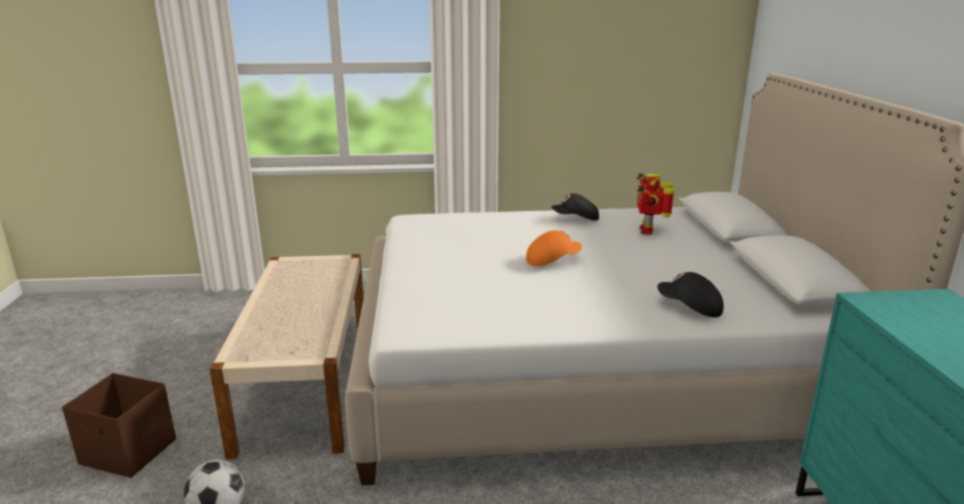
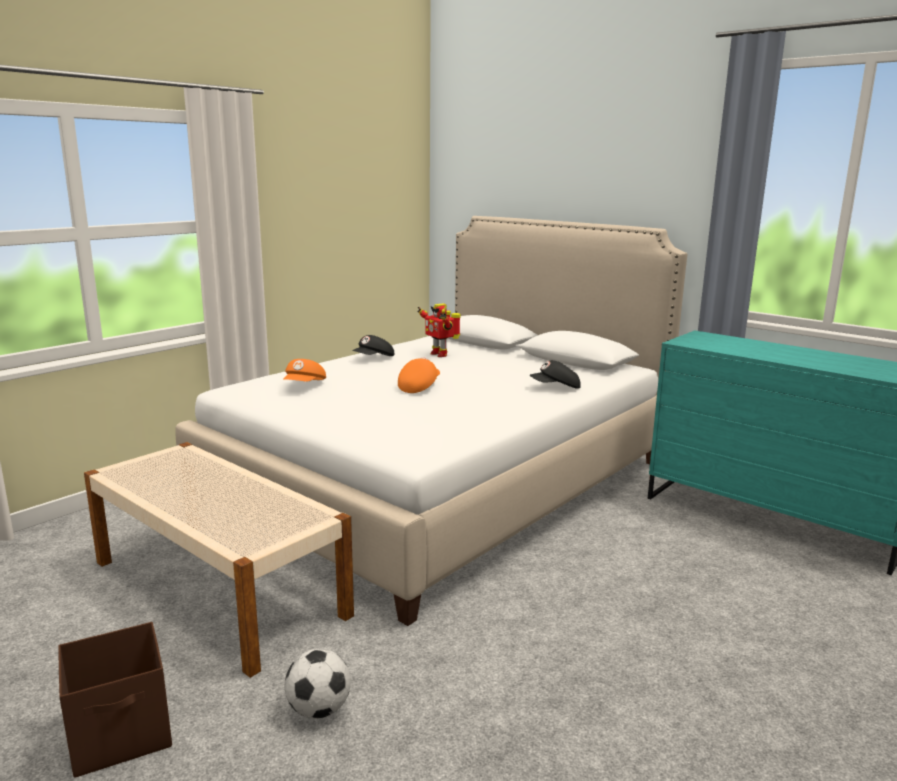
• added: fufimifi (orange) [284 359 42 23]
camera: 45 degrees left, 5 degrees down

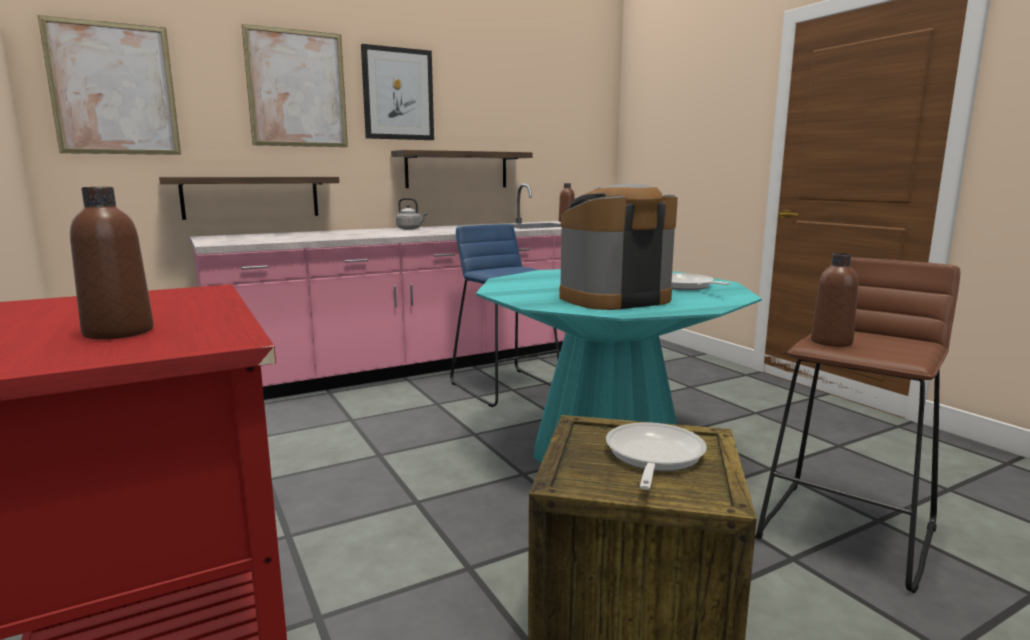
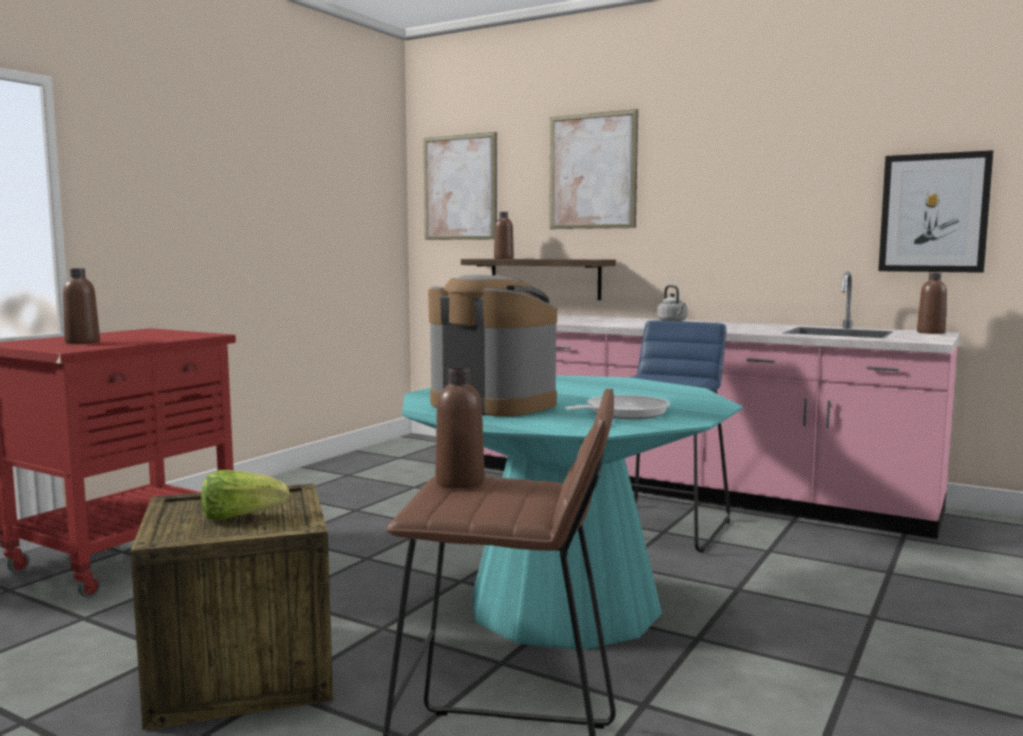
• moved: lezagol [361 44 73 96] to [878 150 115 123]
• removed: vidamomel [391 150 141 38]
• replaced: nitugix [606 422 101 68] to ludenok [201 470 88 50]
• added: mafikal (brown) [494 212 20 47]
camera: 60 degrees right, 5 degrees down

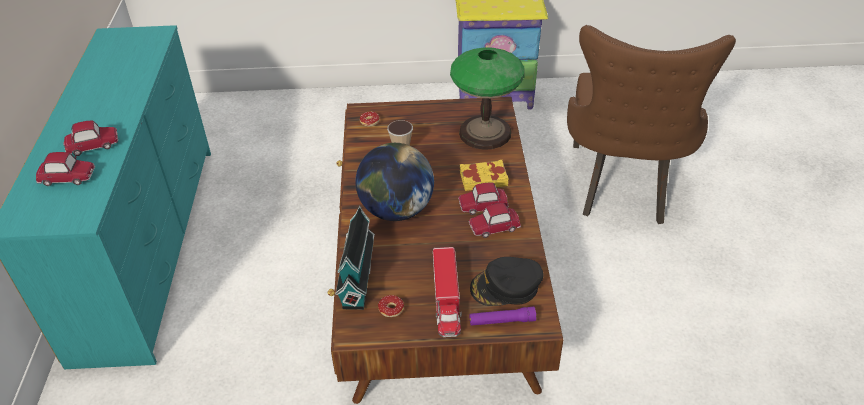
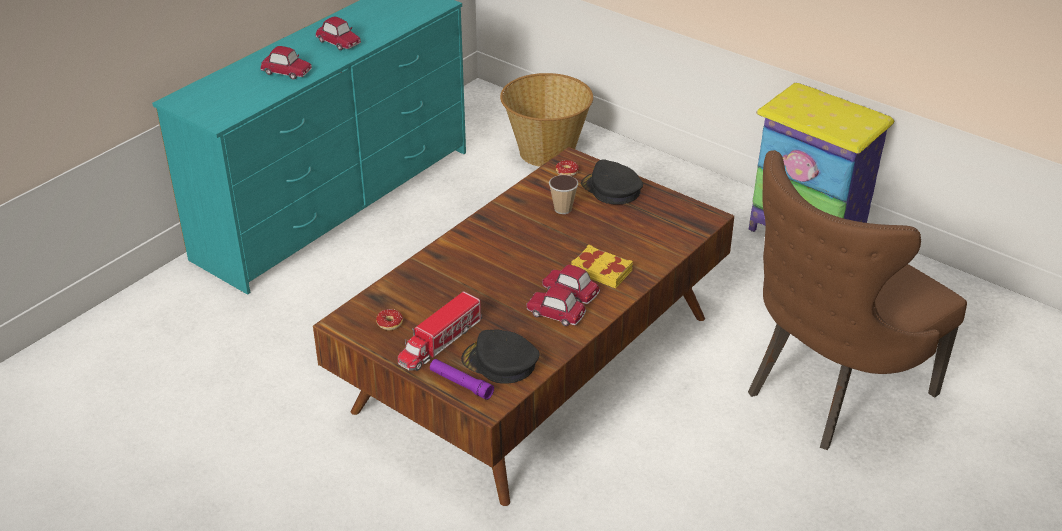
• removed: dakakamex [450 47 75 103]
• removed: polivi [355 143 79 78]
• moved: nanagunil [36 152 59 34] to [316 17 45 33]
• removed: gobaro [335 206 40 104]
• added: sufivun [500 73 93 94]
• added: fufimifi (black) [581 159 62 46]
camera: 40 degrees right, 5 degrees down

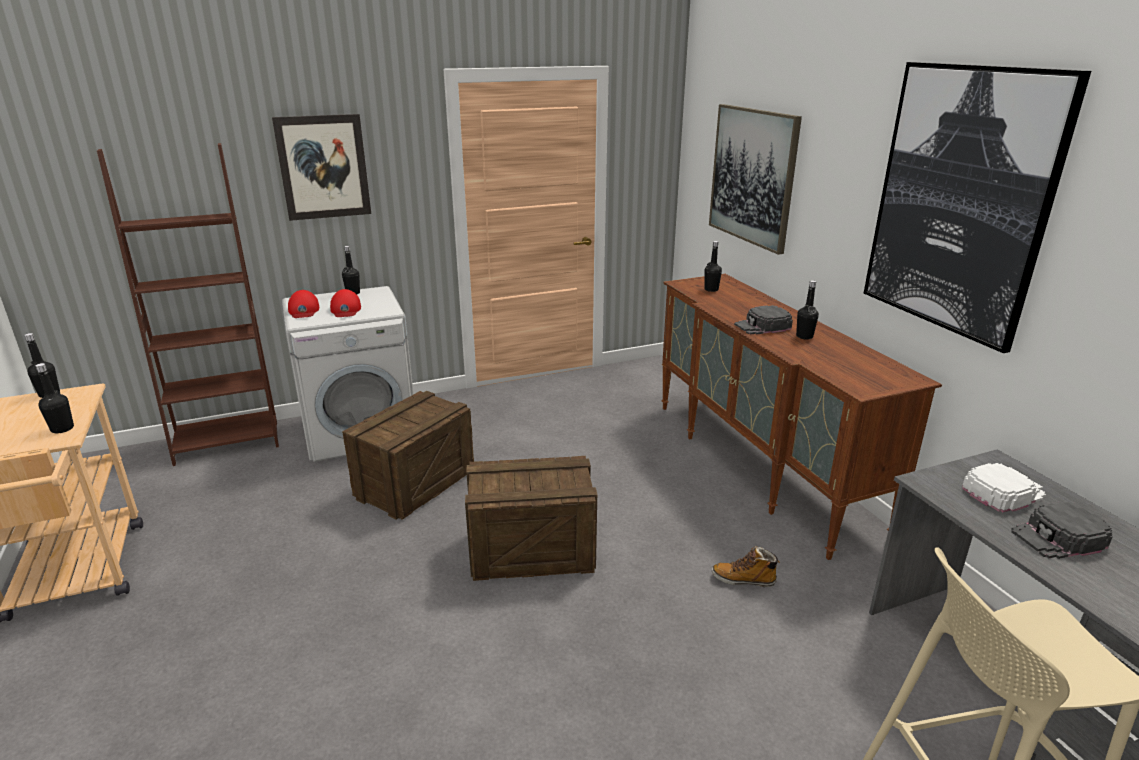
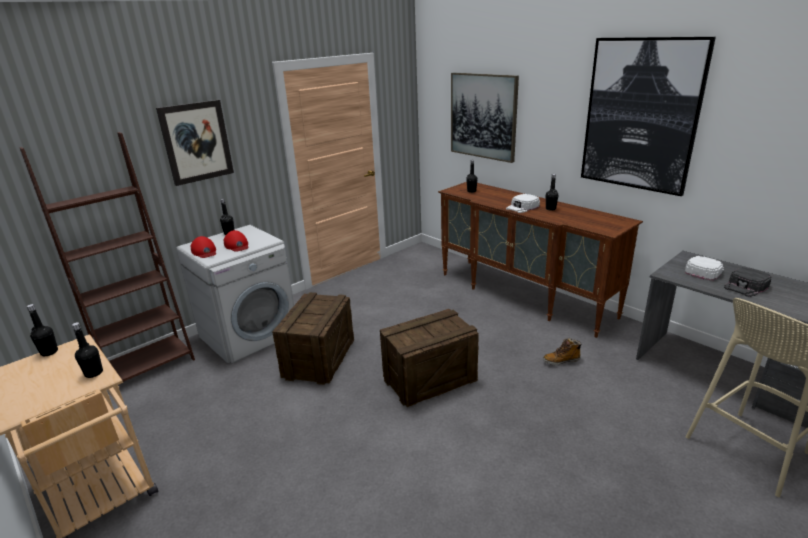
• recoloured: fufimifi (black) [734 305 59 29] to fufimifi (white) [506 194 34 19]
camera: 20 degrees left, 0 degrees up

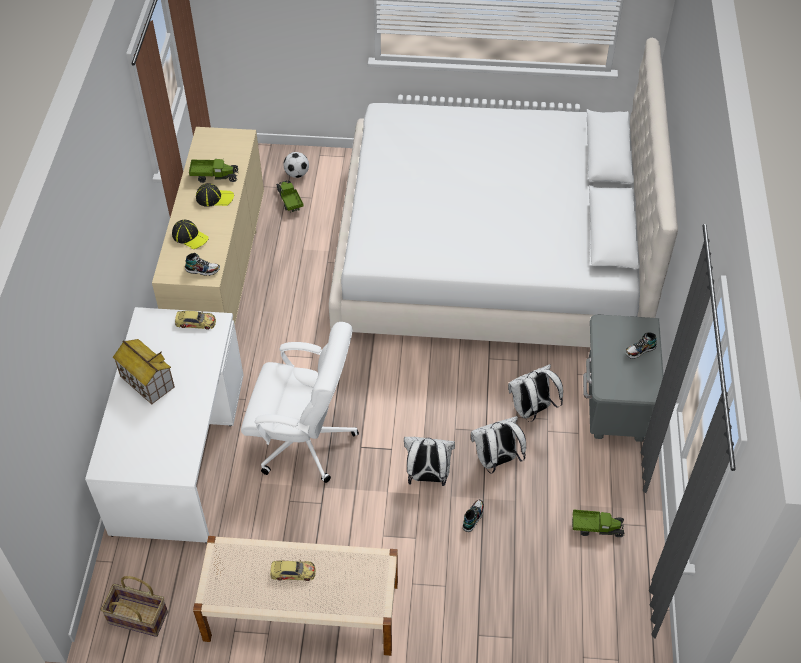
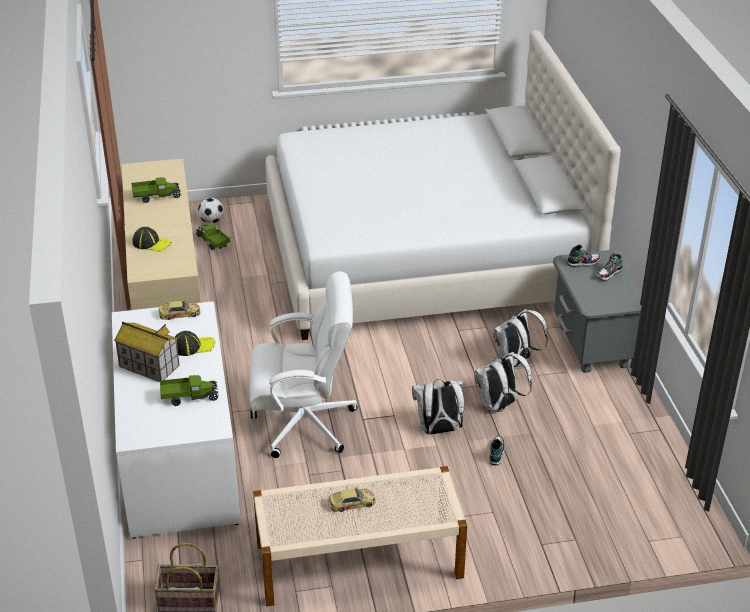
• moved: fufimifi [196 183 38 24] to [175 331 40 25]
• moved: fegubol [185 253 35 23] to [567 245 34 22]
• moved: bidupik [572 509 52 28] to [160 375 58 31]
camera: 15 degrees left, 15 degrees down

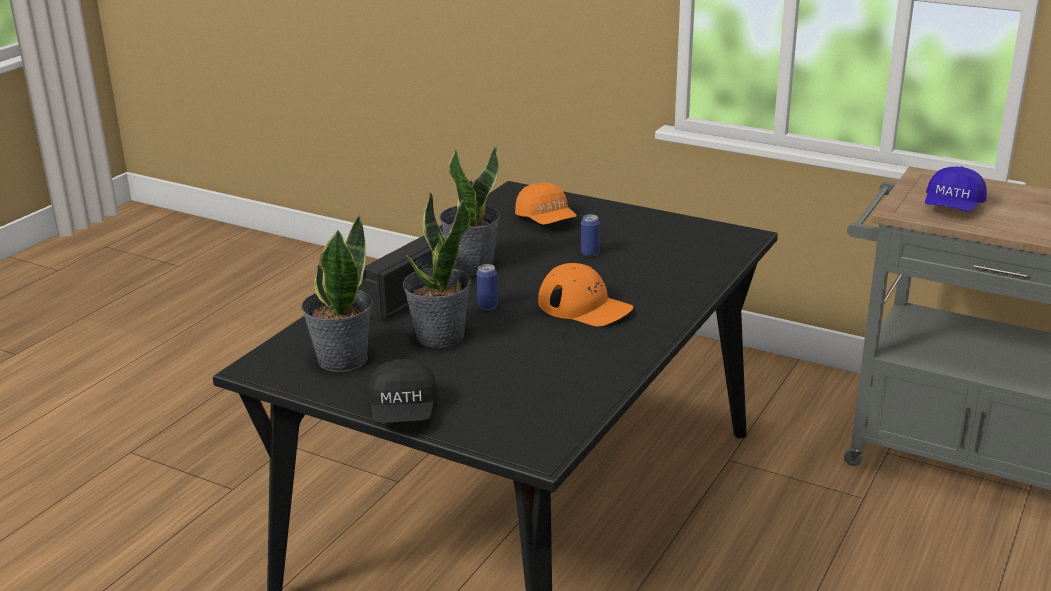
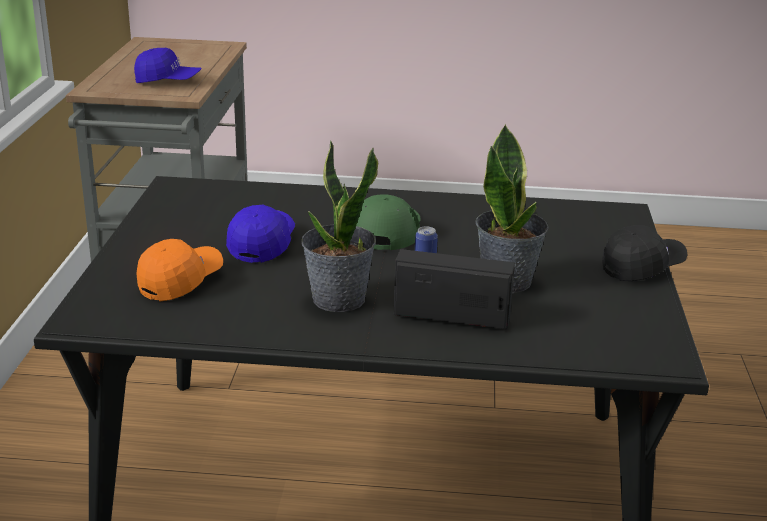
• replaced: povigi [581 214 19 43] to fufimifi (blue) [226 205 69 58]
• removed: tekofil [301 215 72 157]
• recoloured: fufimifi (orange) [538 263 95 64] to fufimifi (green) [356 194 65 56]
camera: 115 degrees left, 0 degrees up

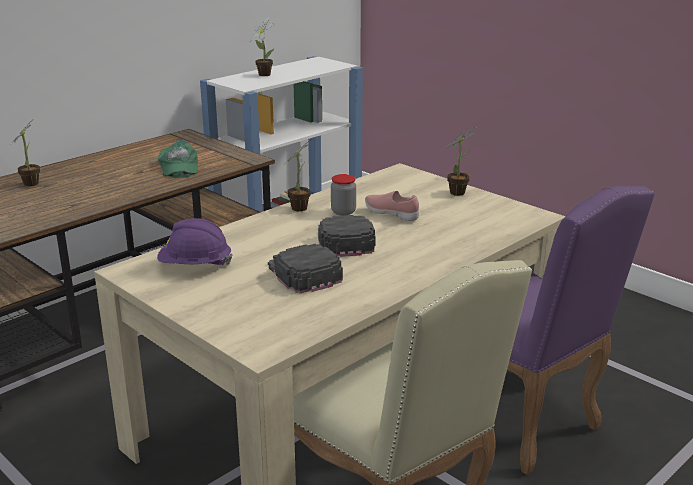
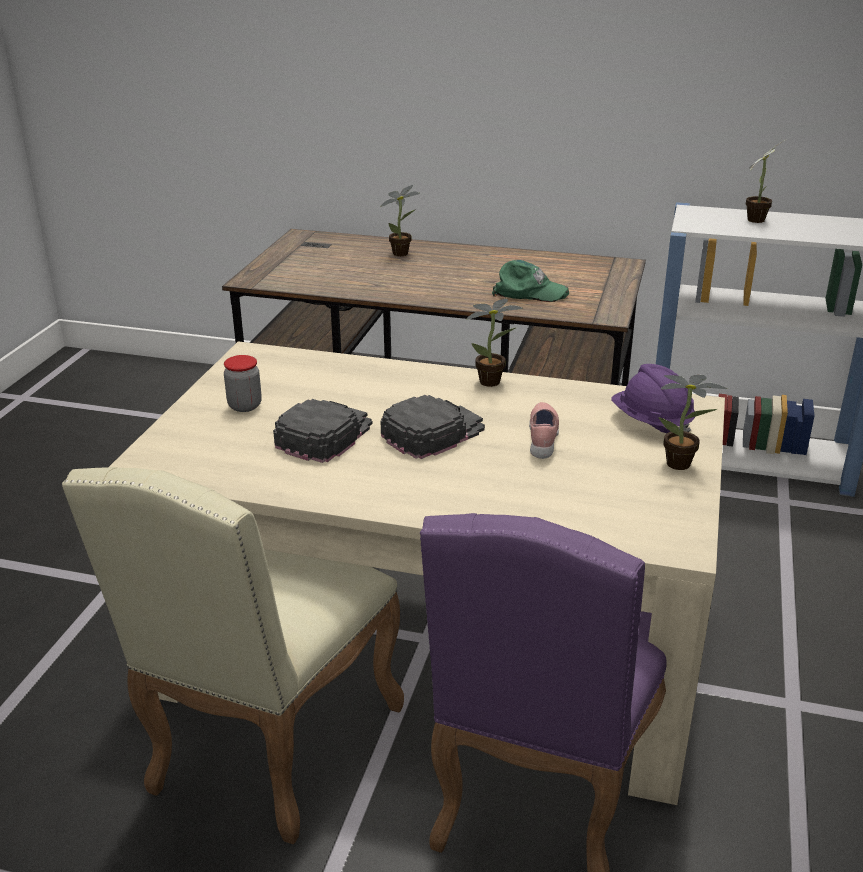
• turned: fufimifi (green) [158 140 40 38] = [492 260 77 42] 120 degrees counterclockwise
• moved: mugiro [331 174 25 42] to [224 355 38 57]
• moved: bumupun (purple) [157 218 76 47] to [611 364 84 70]
camera: 60 degrees right, 5 degrees up

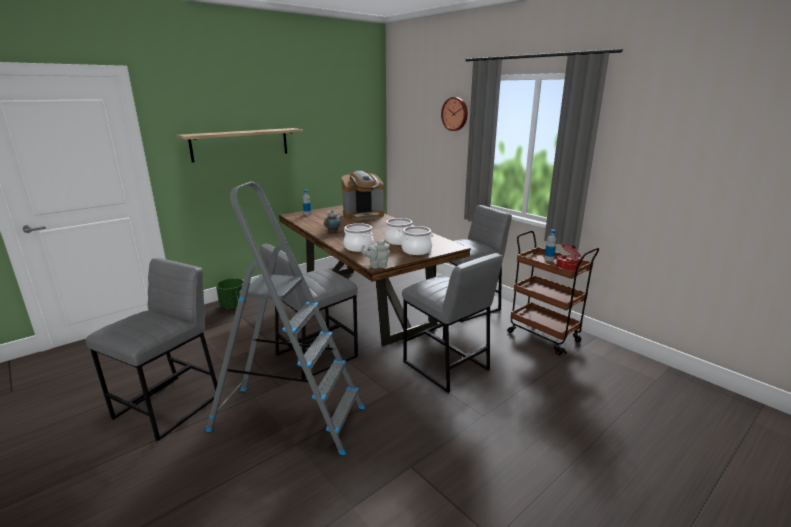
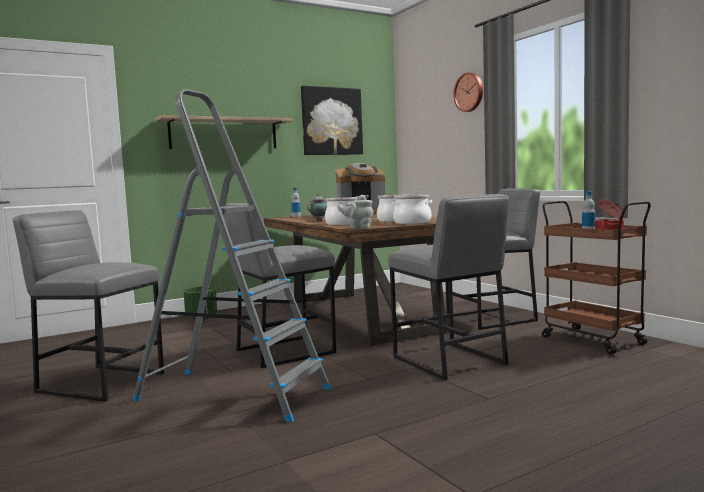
• turned: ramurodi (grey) [85 258 132 183] = [13 210 151 192] 105 degrees counterclockwise
• added: lezagol [301 86 62 69]
camera: 10 degrees right, 15 degrees down

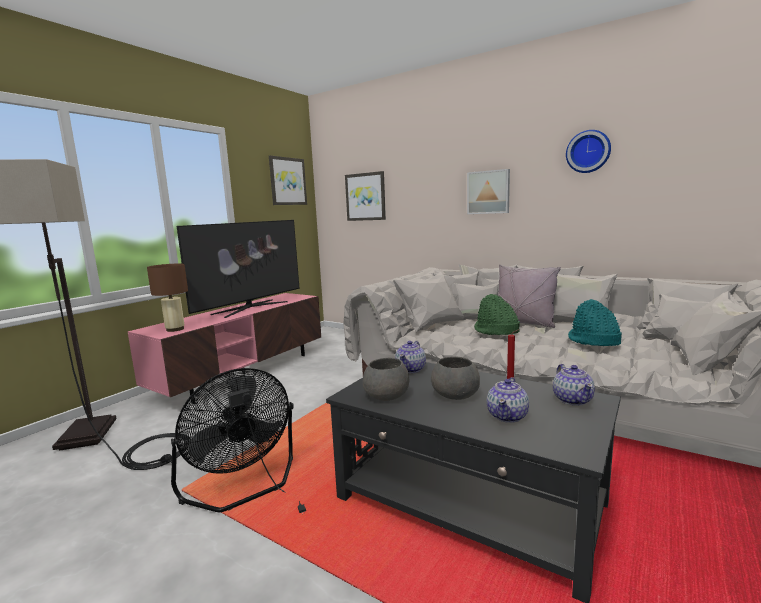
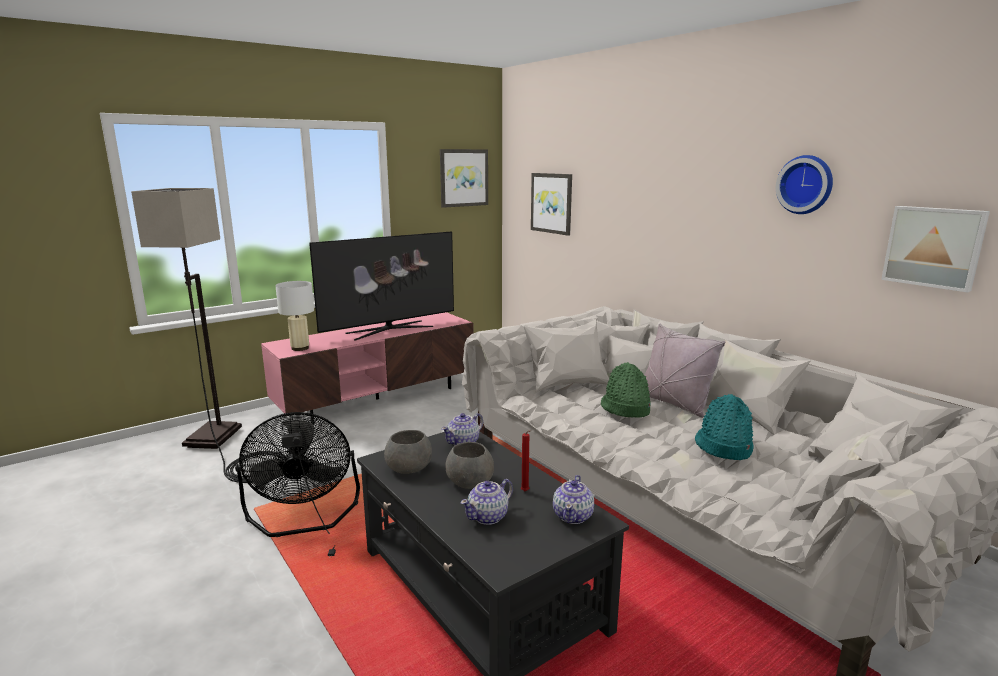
• moved: lezagol [467 169 43 45] to [881 206 109 86]
• recoloured: dakakamex (brown) [147 263 41 69] to dakakamex (white) [276 281 38 70]
camera: 20 degrees right, 5 degrees up

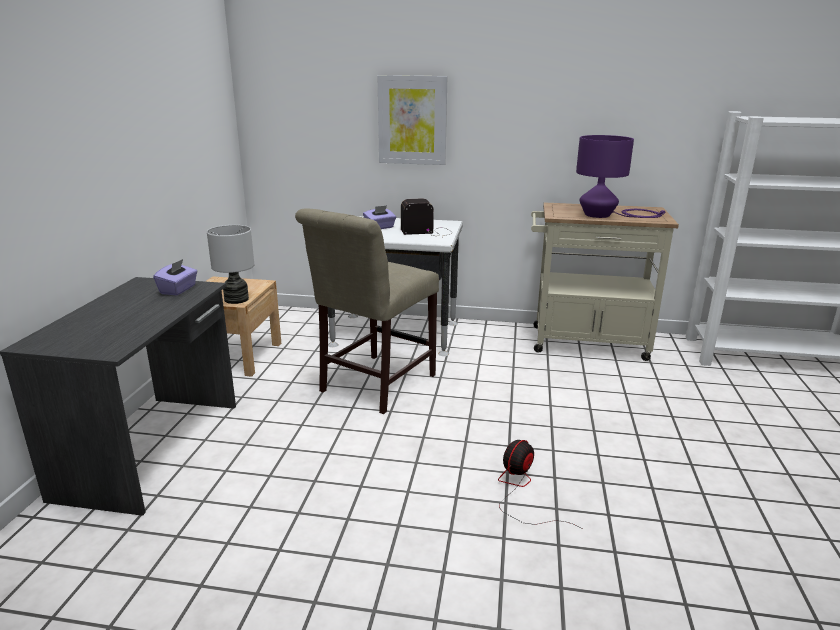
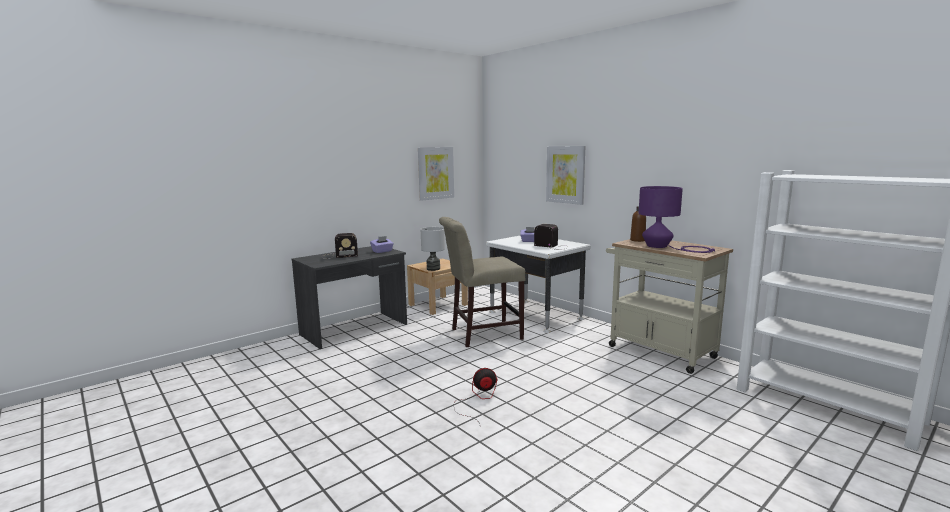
• added: lezagol [418 147 36 54]
• added: mafikal (brown) [630 206 16 36]
• added: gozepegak [323 233 35 26]
camera: 40 degrees right, 10 degrees down

